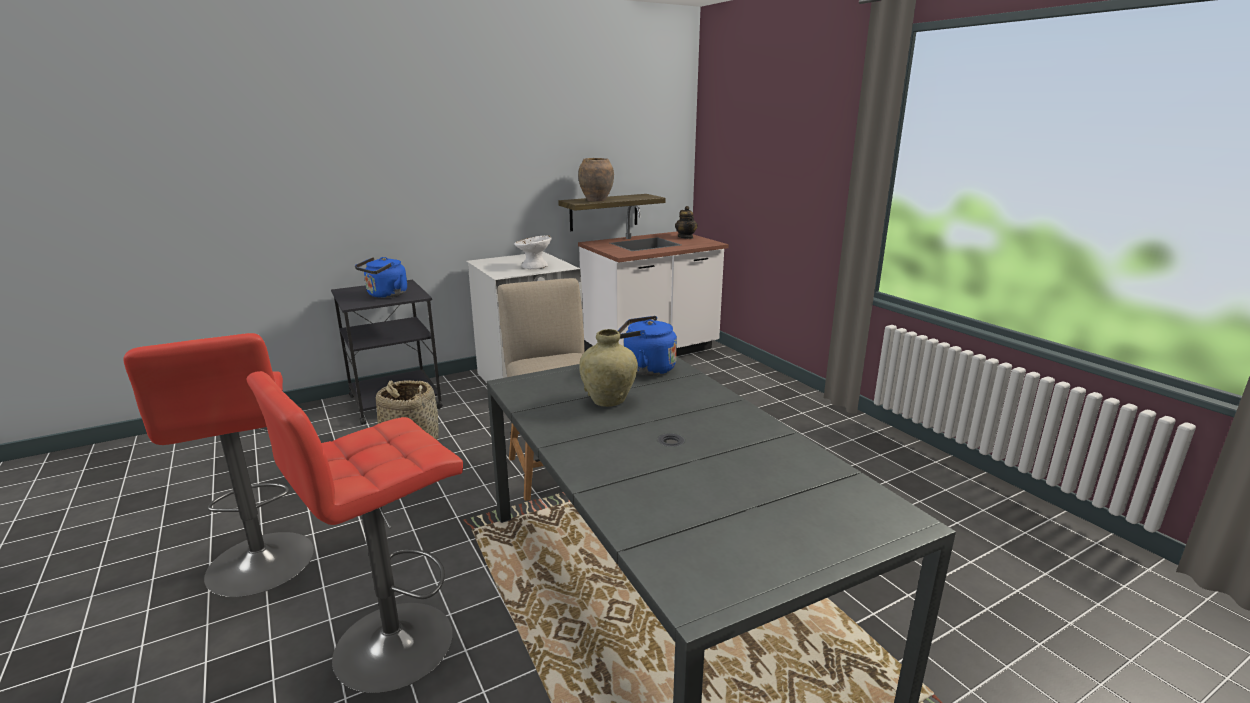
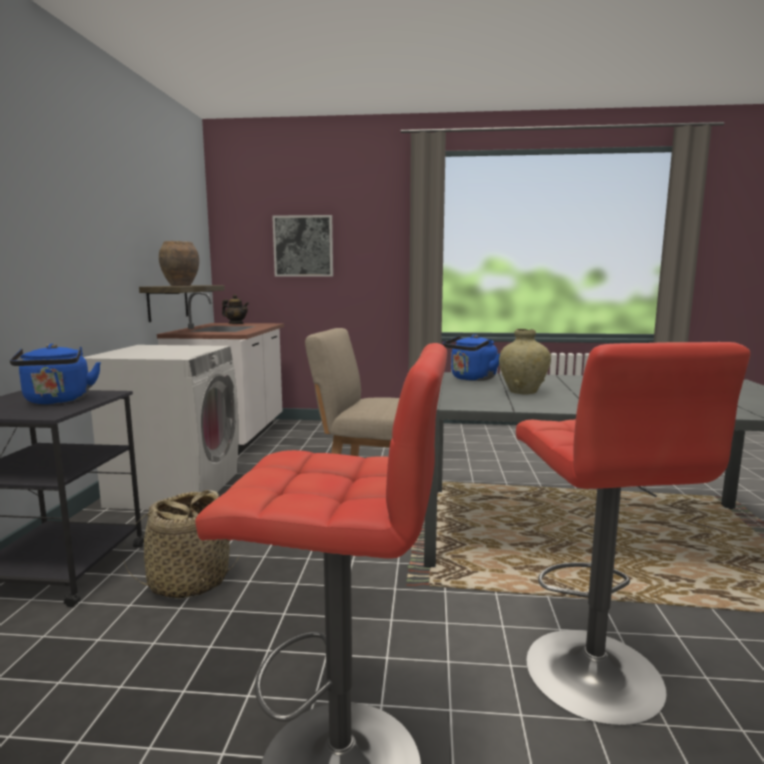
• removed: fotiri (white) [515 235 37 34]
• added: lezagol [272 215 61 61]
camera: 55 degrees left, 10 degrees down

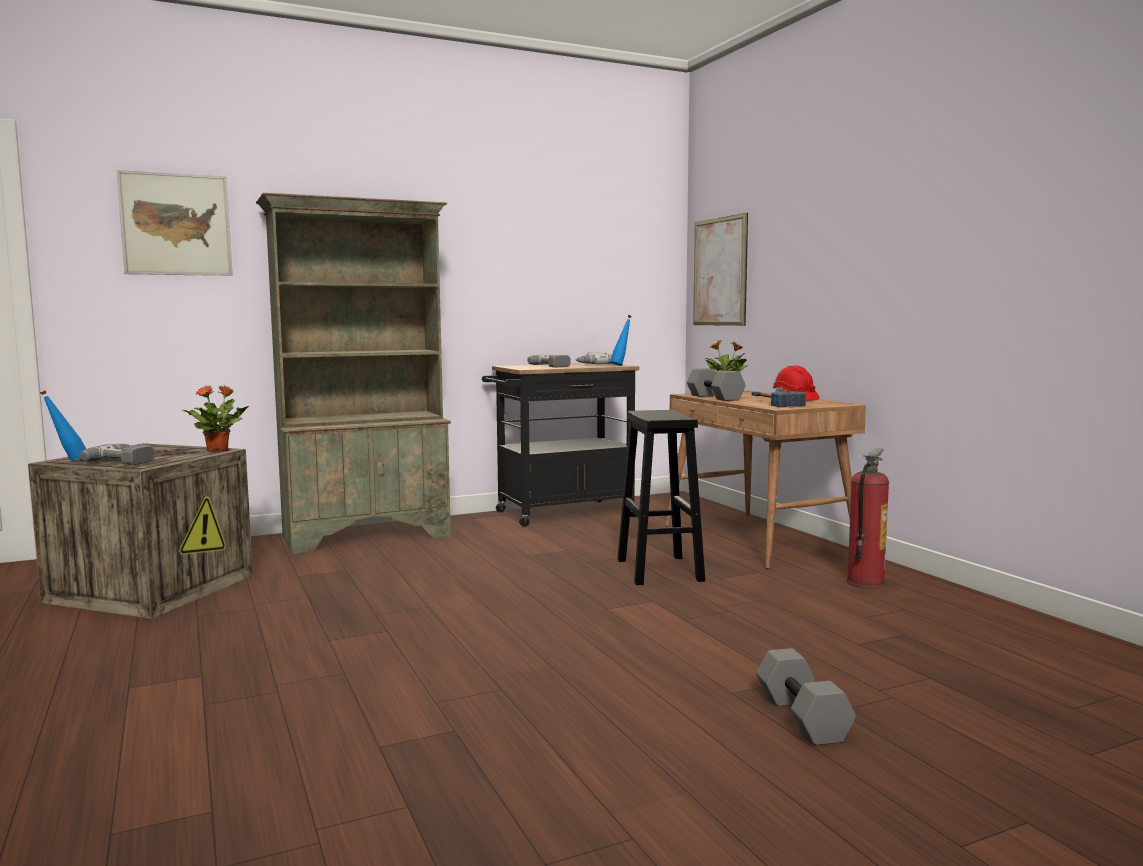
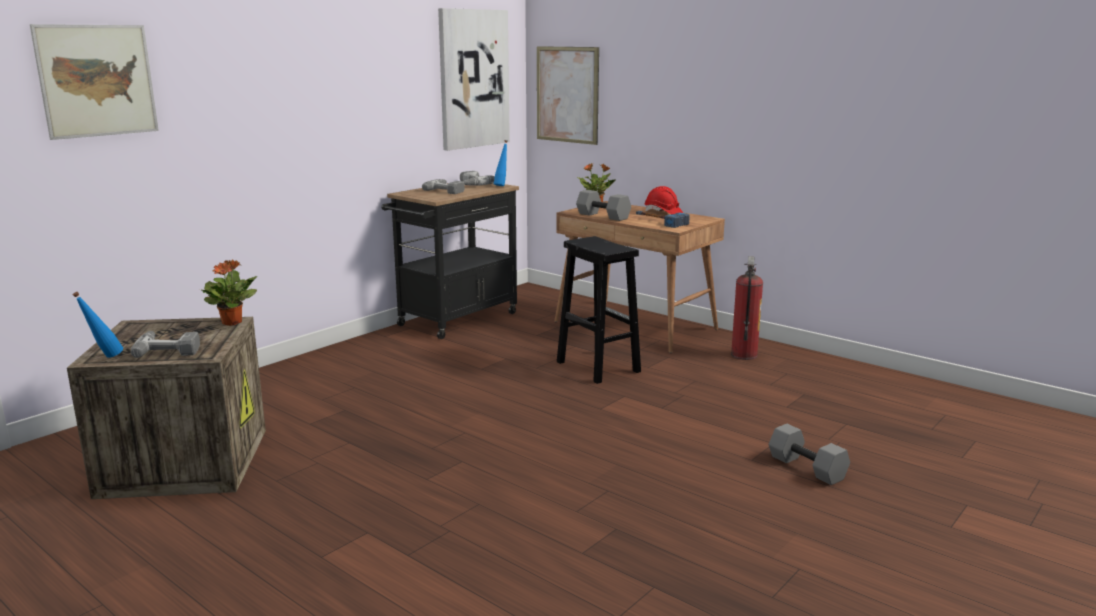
• removed: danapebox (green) [256 193 195 361]
• added: lezagol [438 8 72 143]
camera: 25 degrees left, 10 degrees up

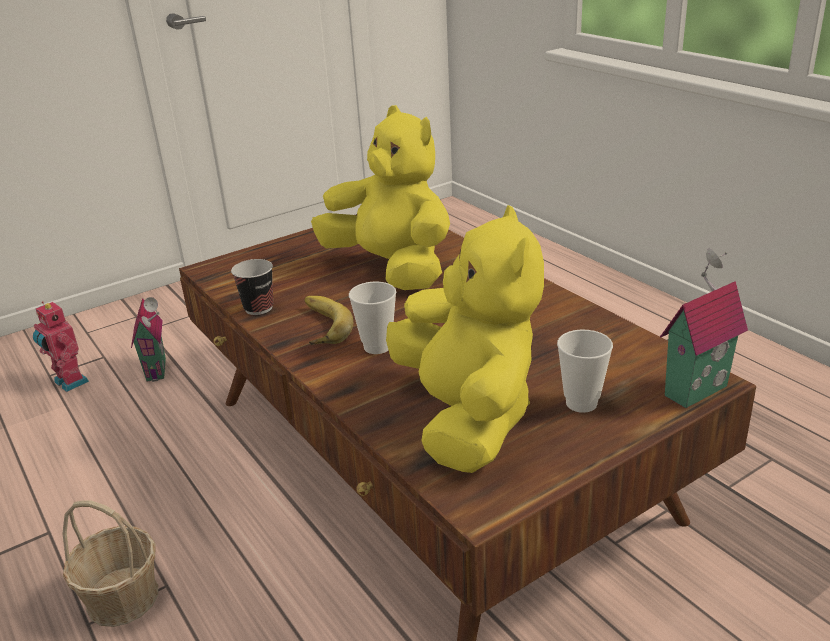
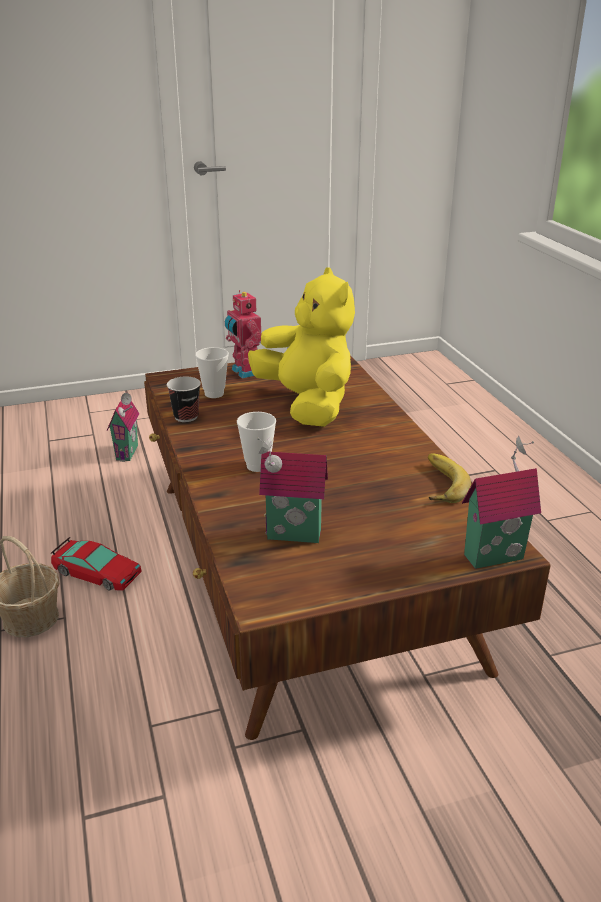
• replaced: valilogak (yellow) [386 205 158 268] to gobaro [257 437 71 106]
• moved: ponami [305 296 48 49] to [428 453 43 50]
• moved: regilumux [33 301 56 91] to [225 290 37 89]
• moved: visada [557 330 56 83] to [195 347 34 51]
• added: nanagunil [50 537 92 54]
camera: 15 degrees right, 0 degrees up

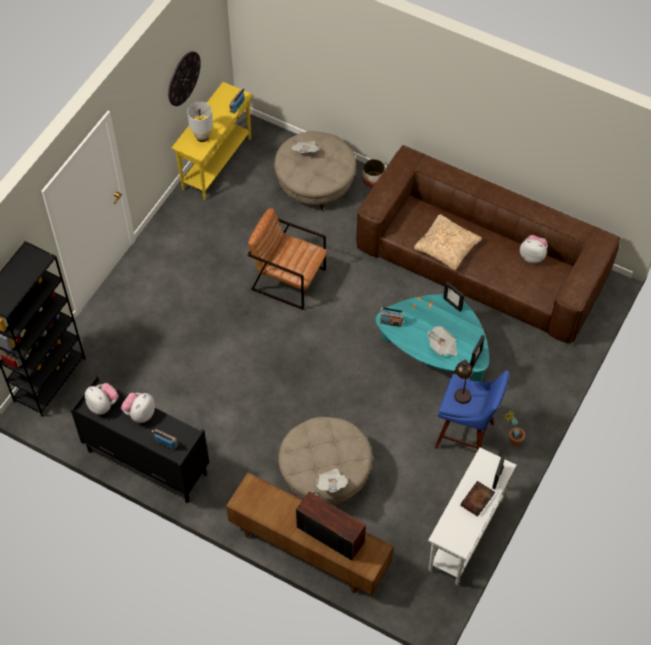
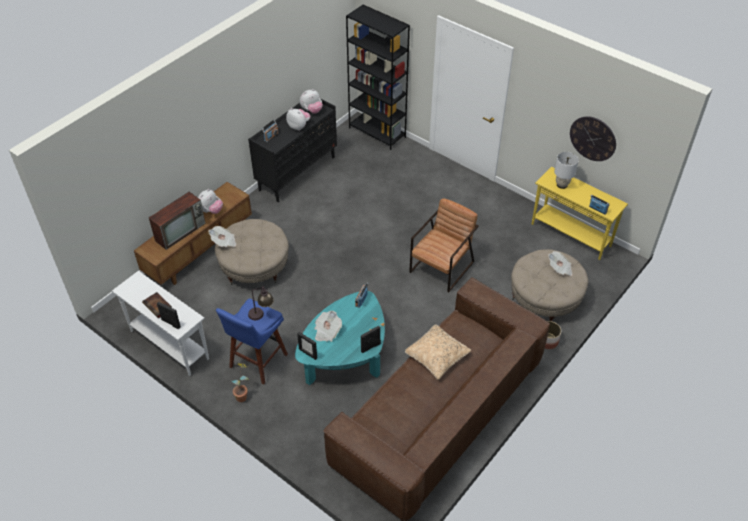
• moved: valilogak [520 235 28 28] to [198 189 25 25]
camera: 100 degrees right, 10 degrees down

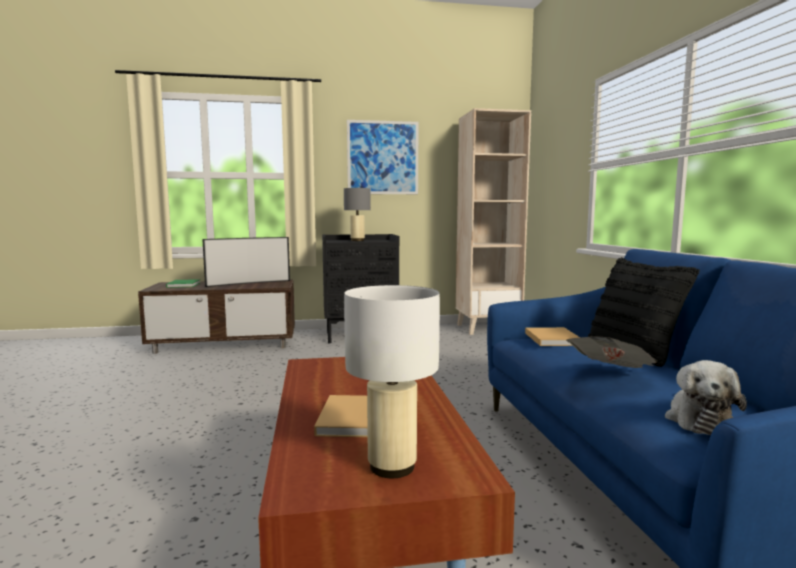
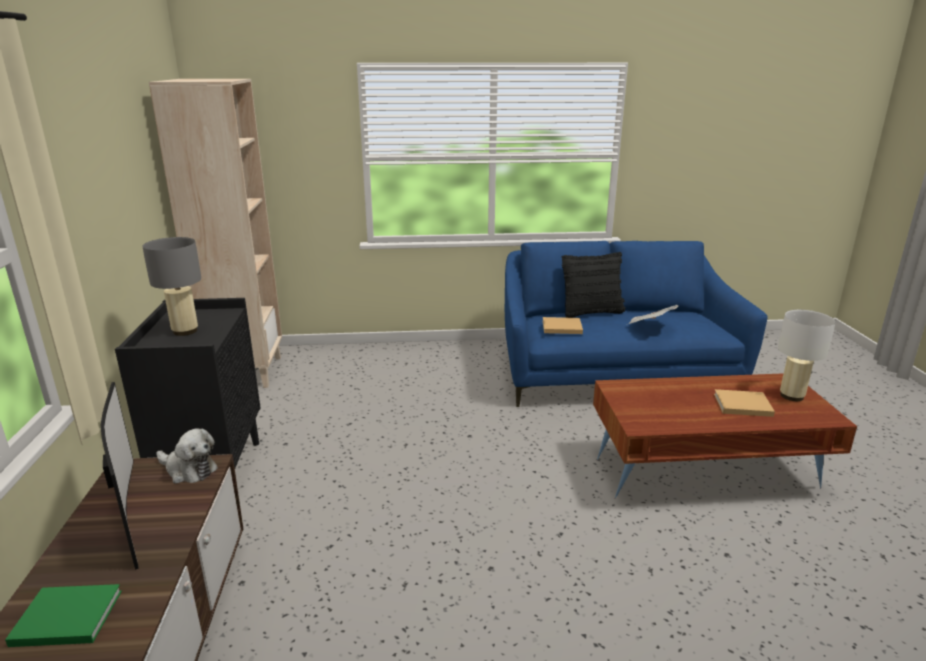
• removed: lezagol [347 120 72 74]
• moved: valilogak [665 360 82 75] to [156 428 62 56]
camera: 85 degrees left, 15 degrees up

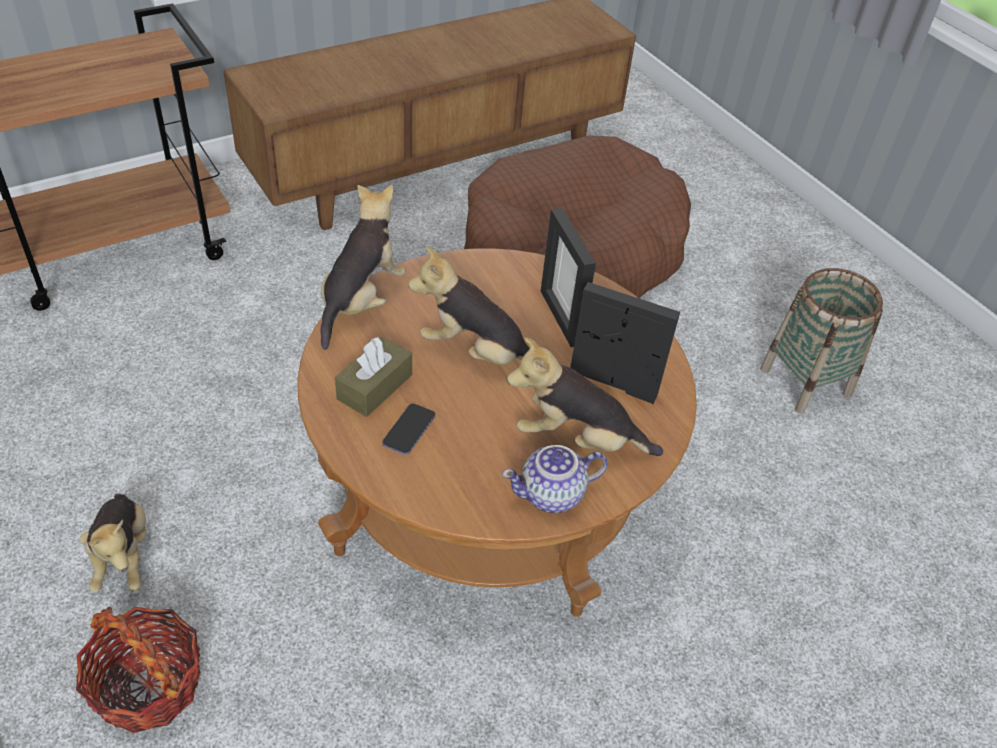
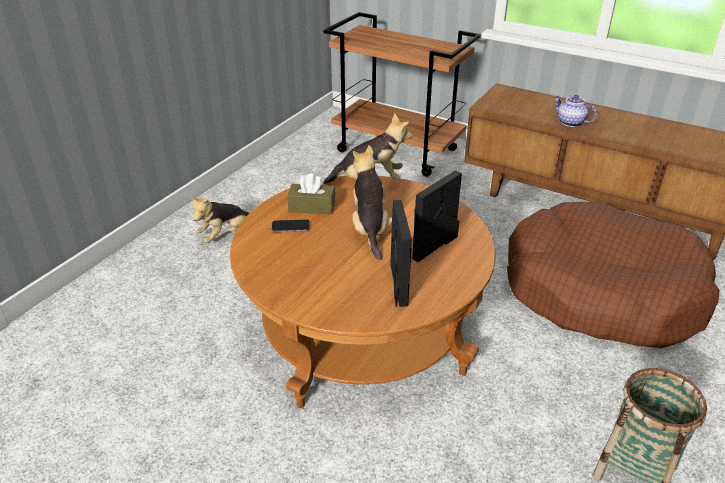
• removed: valilogak [507 337 156 119]
• moved: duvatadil [502 445 106 68] to [553 95 44 32]
• removed: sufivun [76 607 125 127]
camera: 65 degrees right, 10 degrees down

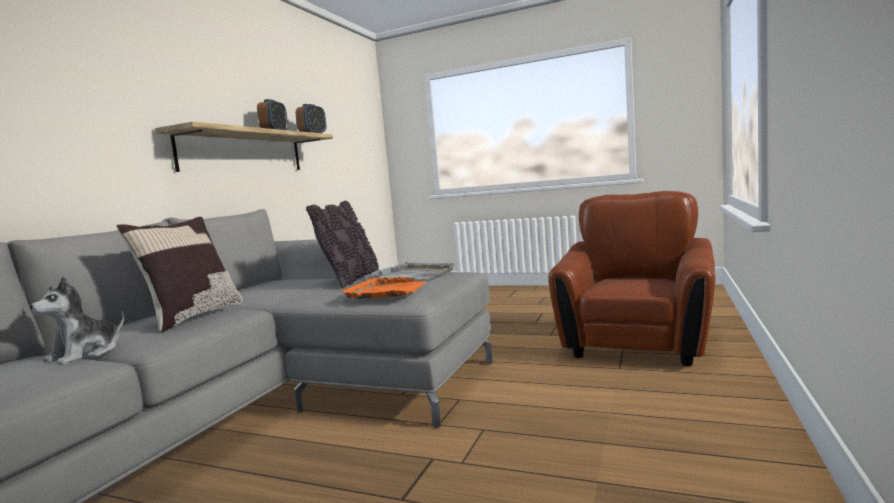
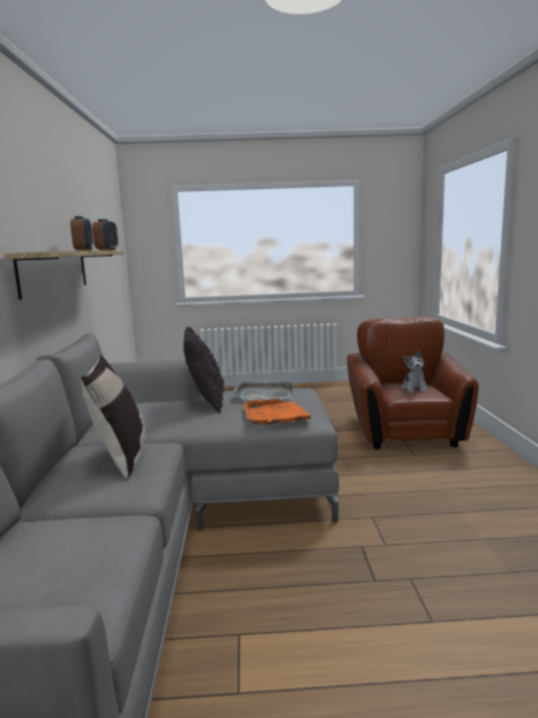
• moved: valilogak [30 276 94 89] to [402 350 25 43]
camera: 25 degrees left, 5 degrees up

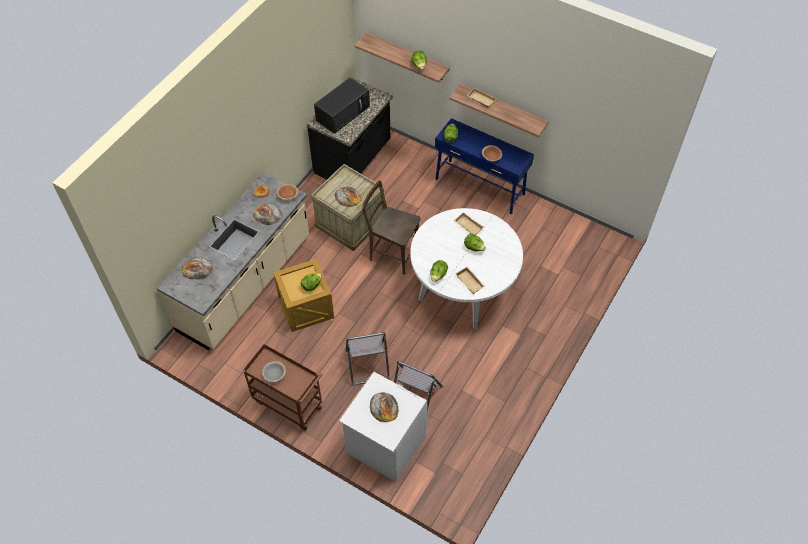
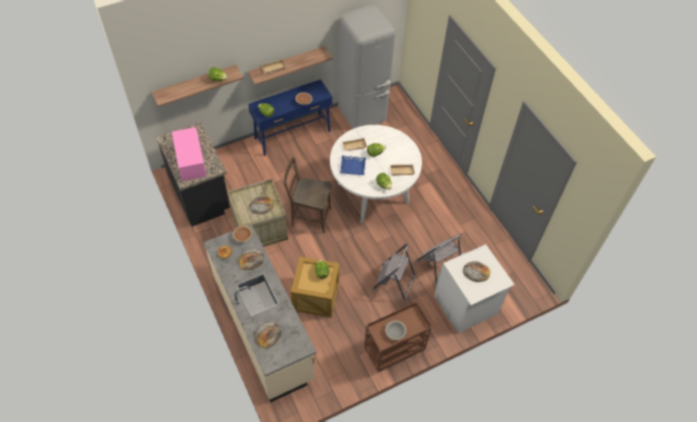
• recoloured: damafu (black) [314 77 56 57] to damafu (pink) [172 127 35 54]
• turned: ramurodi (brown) [362 180 58 95] = [284 157 48 76] 45 degrees clockwise
• added: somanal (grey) [338 5 58 124]
• added: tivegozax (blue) [340 156 26 19]
camera: 60 degrees left, 0 degrees up

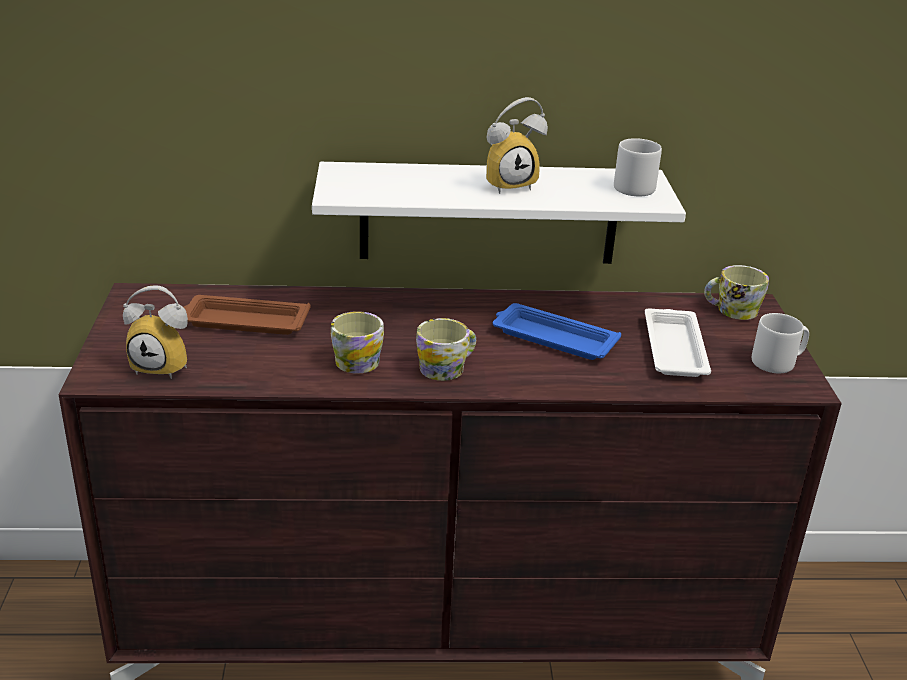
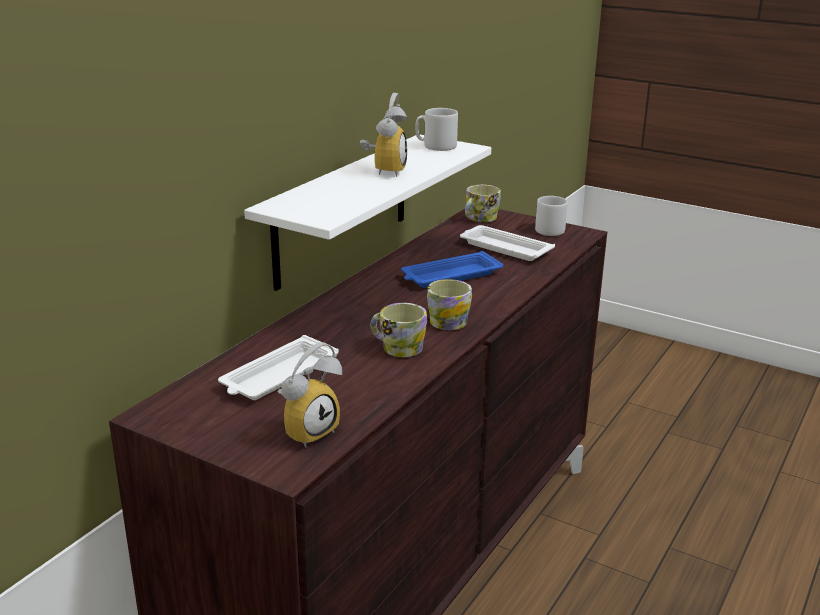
• recoloured: tivegozax (brown) [184 295 126 40] to tivegozax (white) [218 335 121 65]
camera: 55 degrees left, 5 degrees down

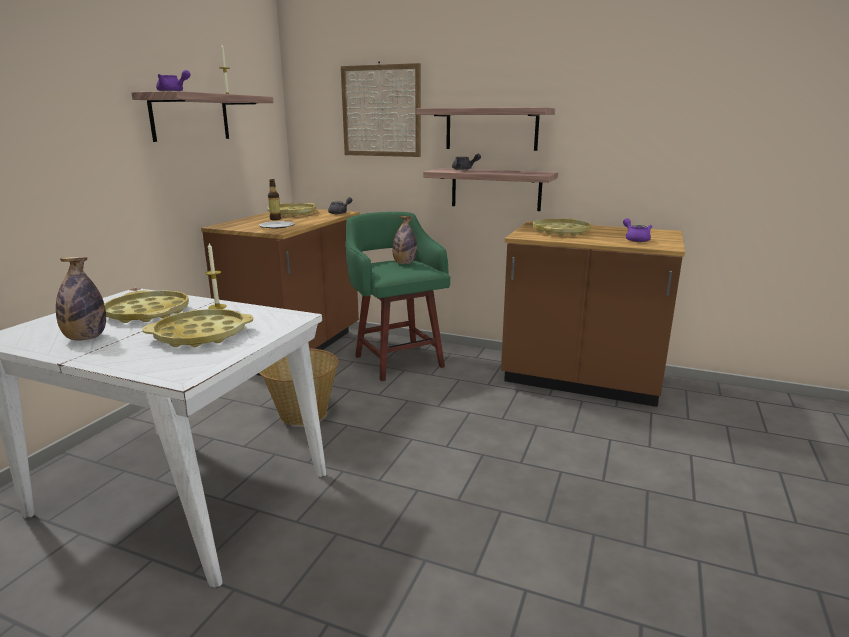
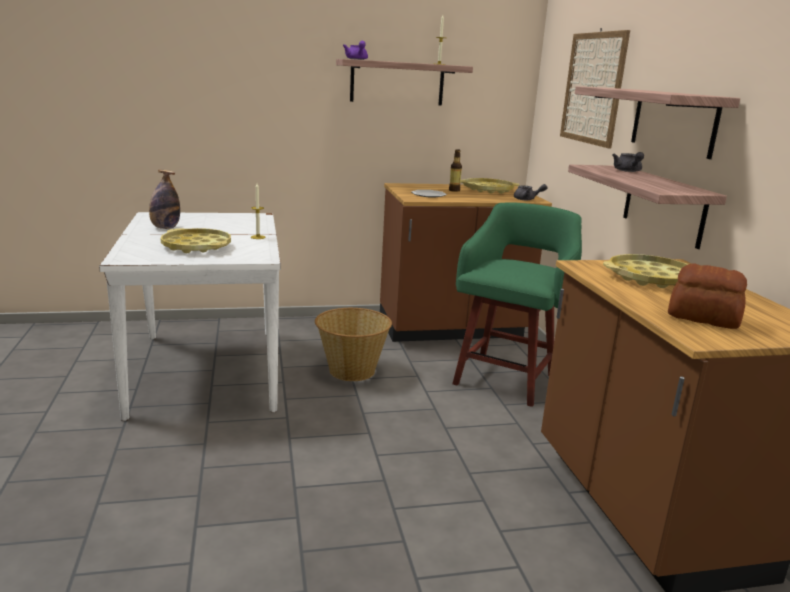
• removed: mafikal [392 216 25 48]
• replaced: duvatadil (purple) [623 218 29 24] to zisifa [668 264 79 65]
• removed: tivegozax (yellow) [104 290 85 33]
camera: 55 degrees right, 0 degrees up

